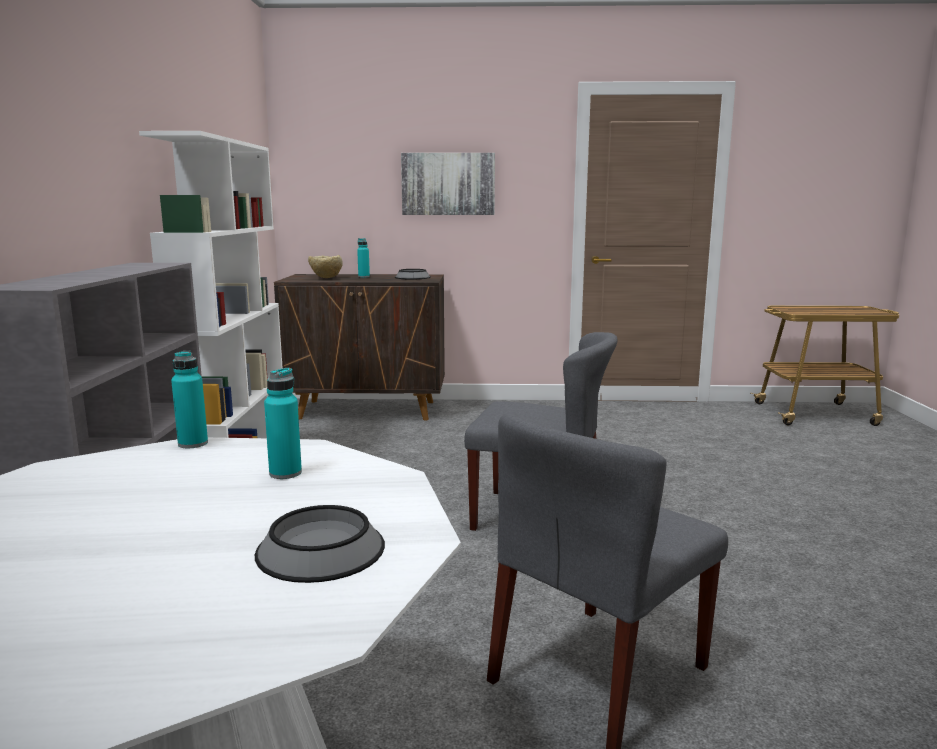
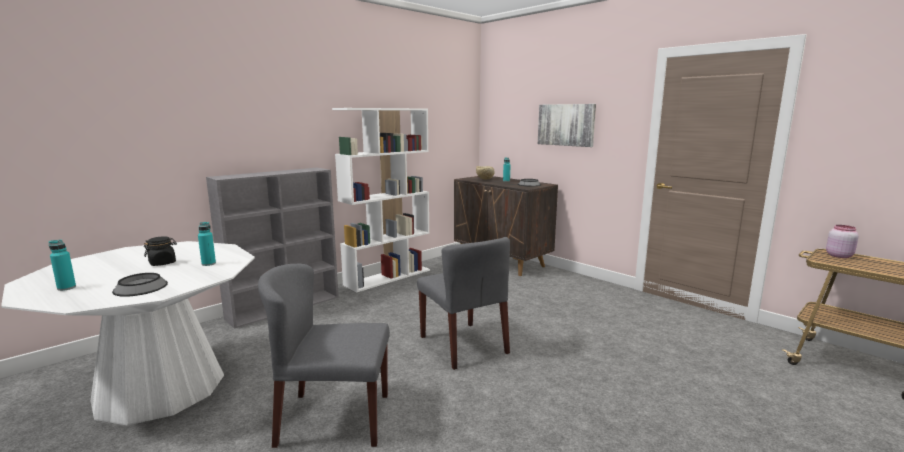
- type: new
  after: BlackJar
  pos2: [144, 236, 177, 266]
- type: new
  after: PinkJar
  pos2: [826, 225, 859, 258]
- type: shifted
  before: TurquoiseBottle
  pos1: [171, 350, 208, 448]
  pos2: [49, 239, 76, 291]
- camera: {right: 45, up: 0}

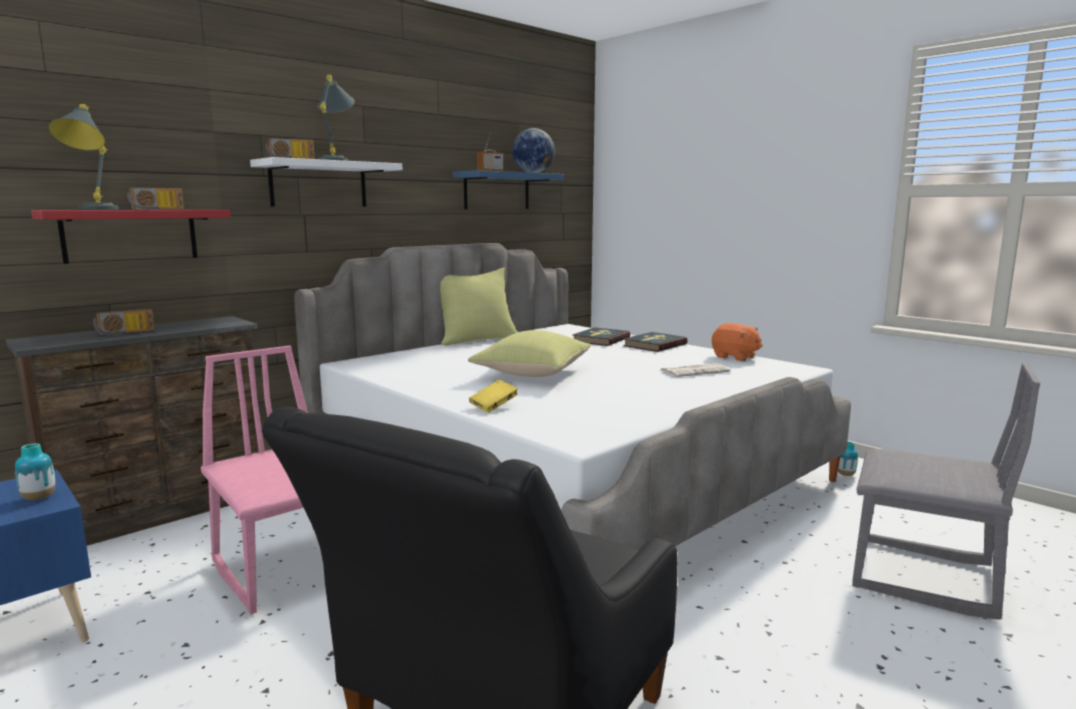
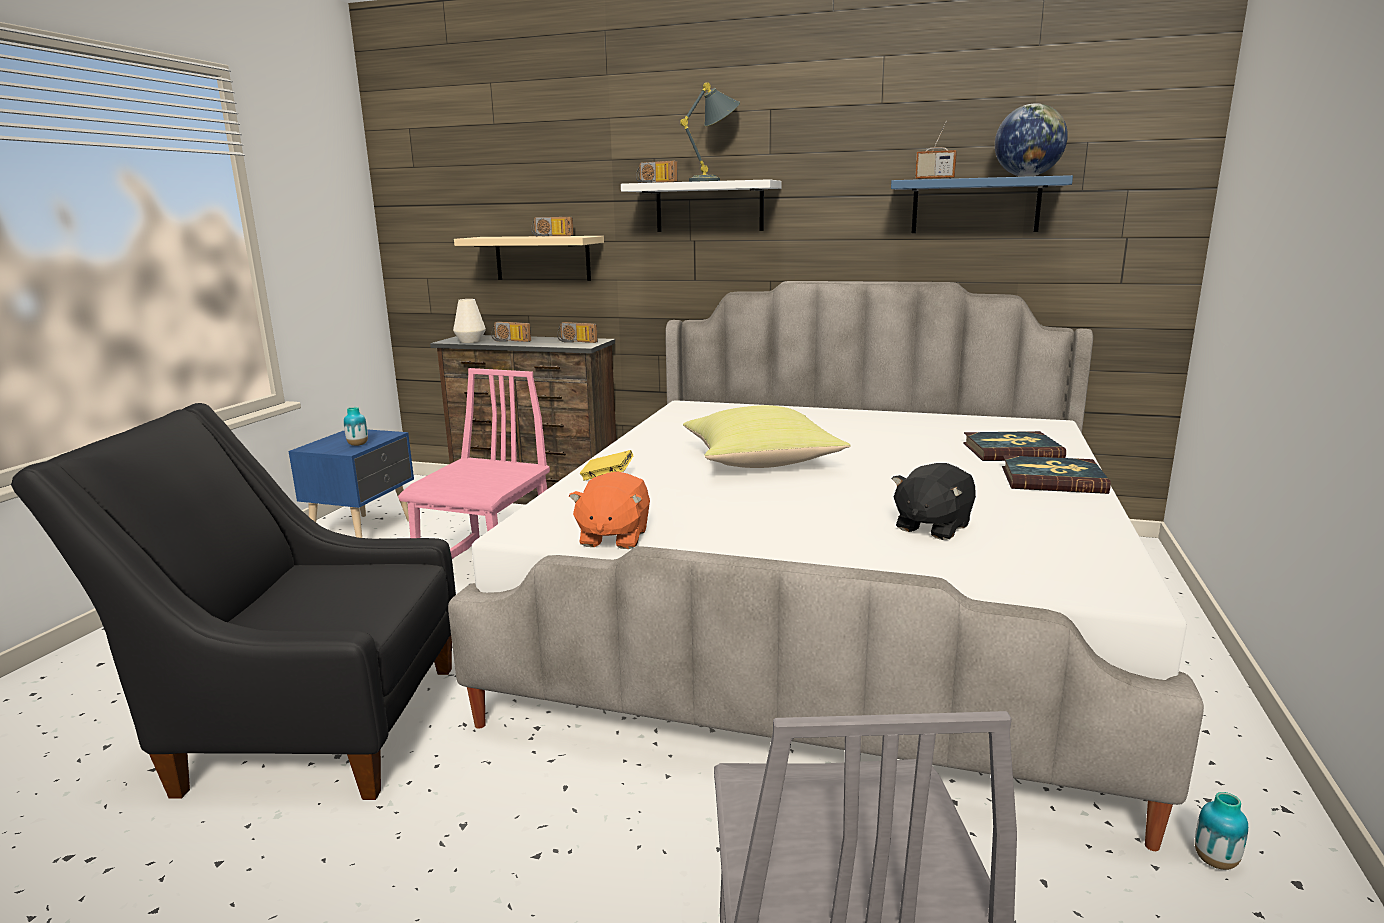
- type: gone
  before: GreyTableLamp
  pos1: [49, 104, 119, 210]
- type: gone
  before: YellowPillow
  pos1: [440, 267, 518, 345]
- type: new
  after: WhiteVase
  pos2: [453, 299, 486, 343]
- type: new
  after: Radio
  pos2: [557, 322, 598, 343]
- type: shifted
  before: OrangePlushToy
  pos1: [712, 323, 763, 361]
  pos2: [569, 471, 650, 549]
- type: swapped
  before: Newspaper
  after: BlackPlushToy
  pos1: [660, 363, 731, 377]
  pos2: [892, 463, 976, 540]
- type: repainted
  before: RedShelf
  after: BeigeShelf
  pos1: [31, 210, 231, 264]
  pos2: [454, 236, 604, 281]
- camera: {right: 60, up: 5}

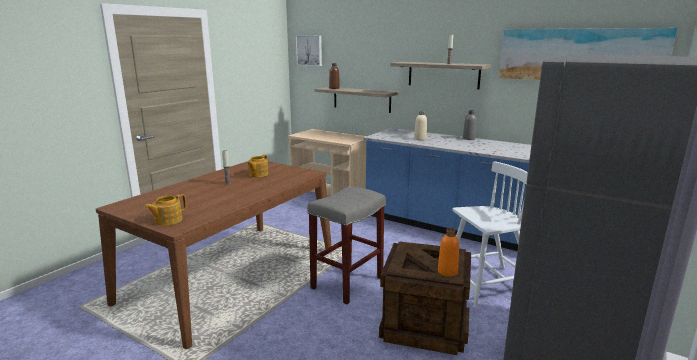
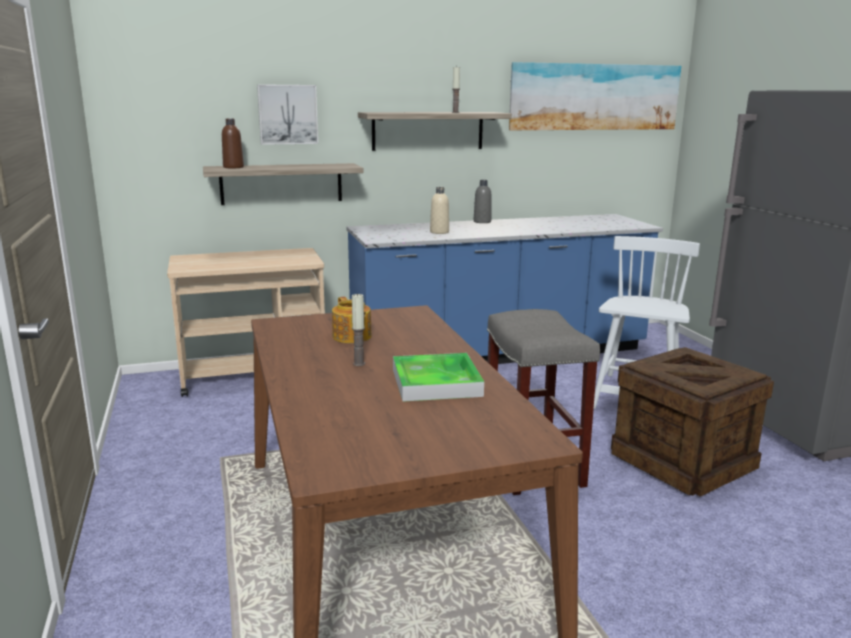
- type: gone
  before: Teapot
  pos1: [145, 194, 186, 226]
- type: gone
  before: OrangeBottle
  pos1: [438, 228, 459, 277]
- type: new
  after: Tray
  pos2: [393, 353, 484, 402]
- type: shifted
  before: Picture
  pos1: [296, 35, 322, 66]
  pos2: [257, 84, 318, 145]
- camera: {right: -50, up: 0}

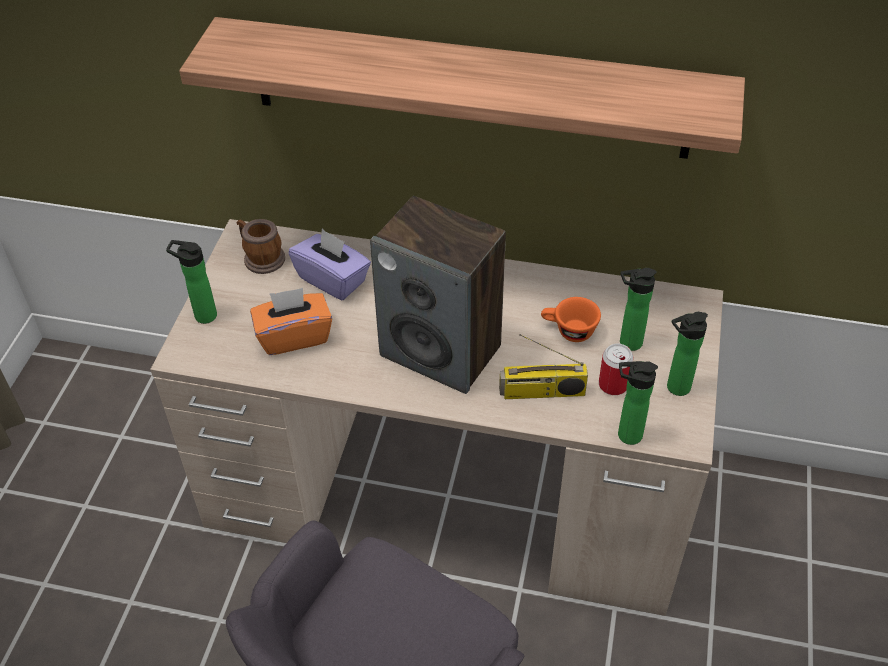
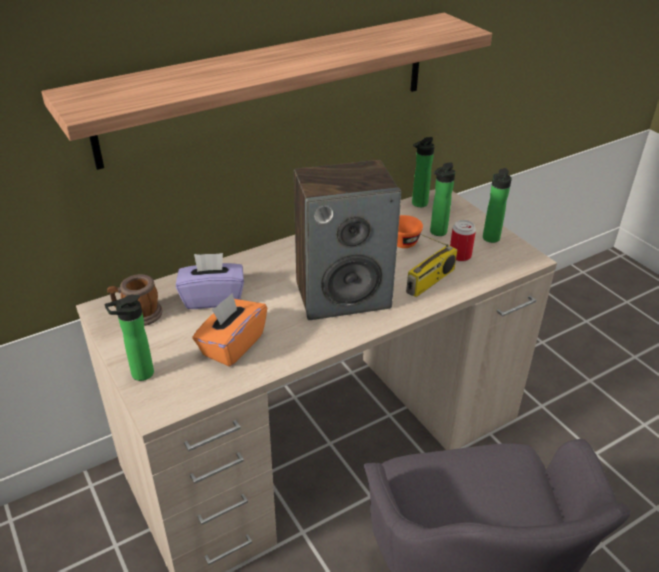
- type: shifted
  before: Bottle
  pos1: [618, 361, 658, 445]
  pos2: [412, 137, 435, 207]
- camera: {right: -45, up: -10}

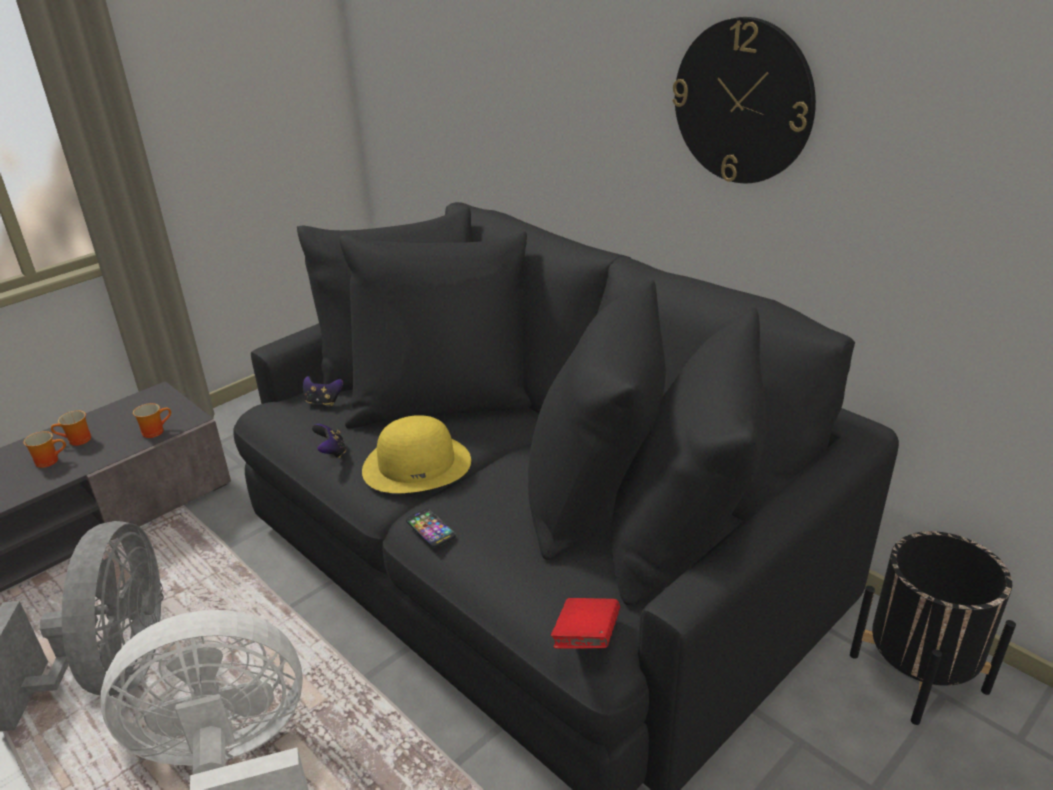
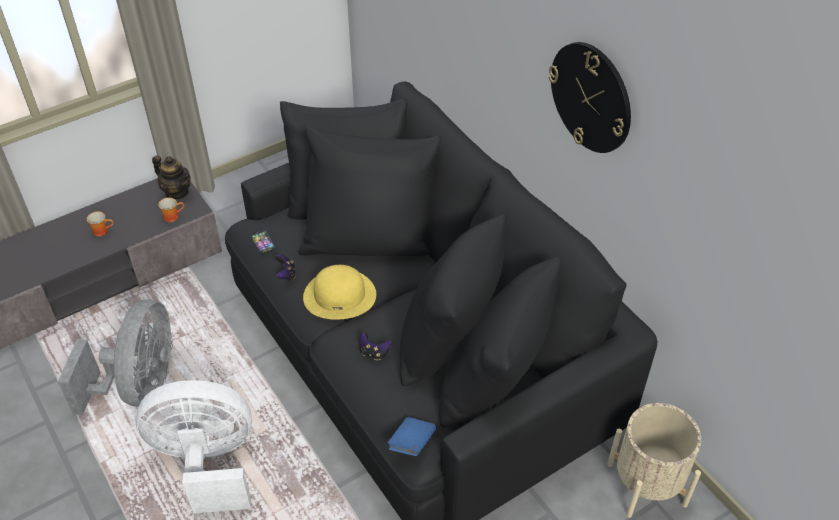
- type: gone
  before: Mug
  pos1: [51, 410, 91, 446]
- type: new
  after: Teapot
  pos2: [152, 155, 191, 199]
- type: shifted
  before: GameController
  pos1: [303, 376, 343, 406]
  pos2: [360, 332, 392, 360]
- type: shifted
  before: Phone
  pos1: [406, 509, 455, 548]
  pos2: [251, 229, 275, 255]
- type: repainted
  before: RedBook
  after: BlueBook
  pos1: [551, 598, 620, 649]
  pos2: [388, 417, 436, 456]
- type: repainted
  before: BlackPlanter
  after: BeigePlanter
  pos1: [850, 531, 1016, 725]
  pos2: [607, 403, 701, 518]
- camera: {right: 10, up: 15}

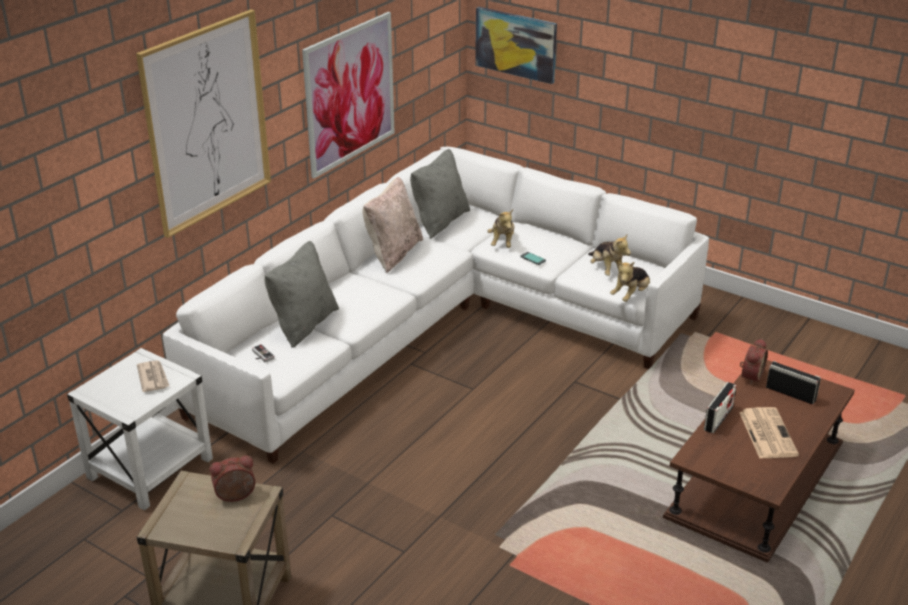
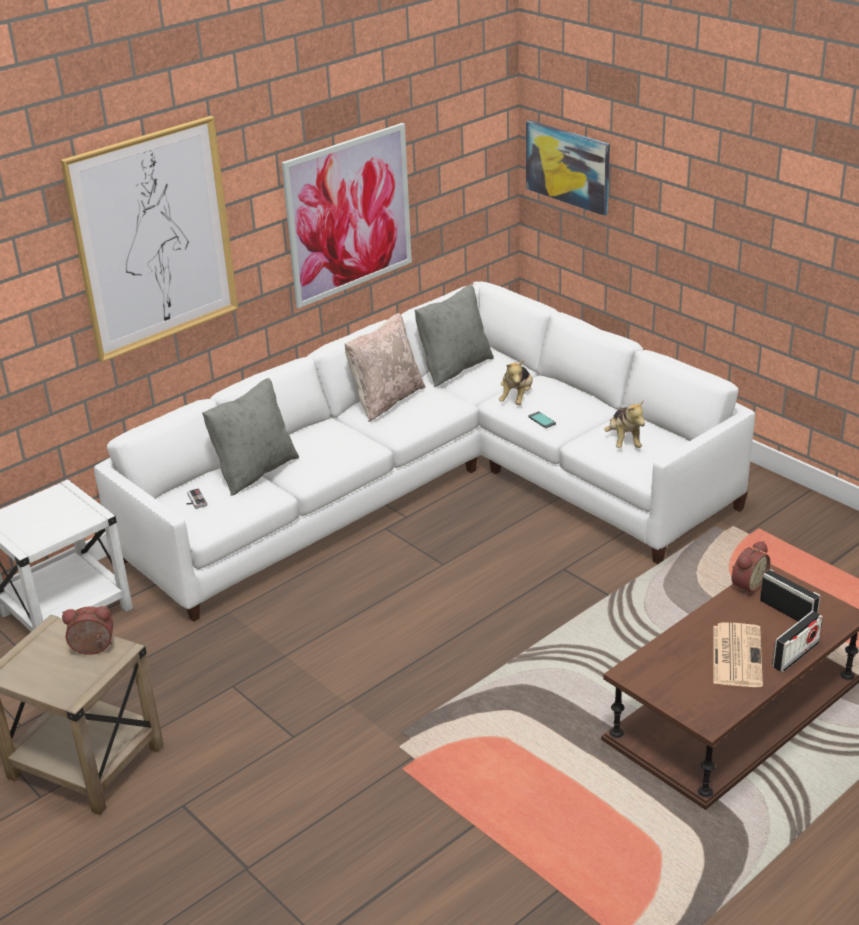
- type: gone
  before: Newspaper
  pos1: [137, 360, 169, 392]
- type: gone
  before: PlushToy
  pos1: [610, 262, 650, 302]
- type: shifted
  before: Radio
  pos1: [704, 382, 737, 434]
  pos2: [772, 611, 823, 672]
- camera: {right: 15, up: 0}

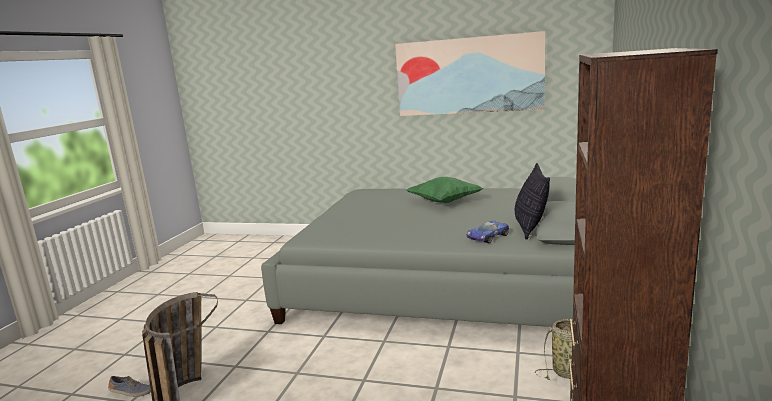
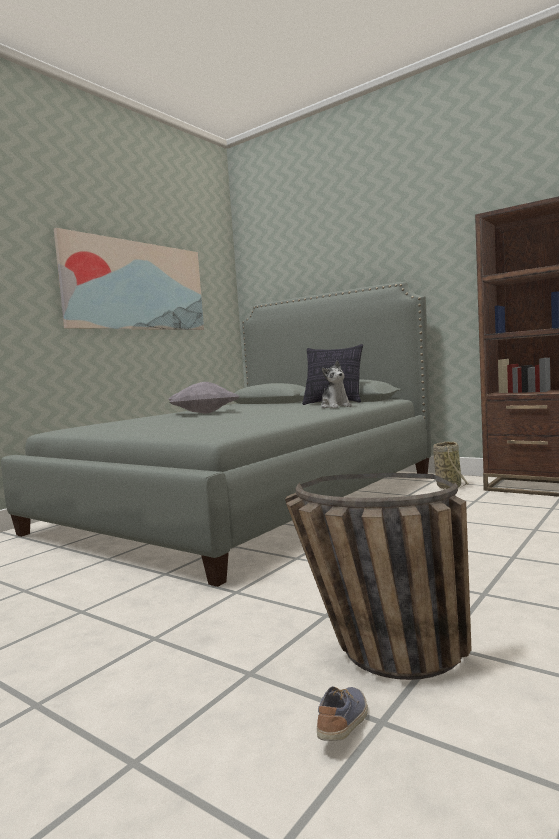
- type: swapped
  before: ToyCar
  after: PlushToy
  pos1: [467, 221, 509, 243]
  pos2: [321, 361, 352, 408]
- type: repainted
  before: GreenPillow
  after: GreyPillow
  pos1: [407, 177, 483, 203]
  pos2: [169, 382, 240, 414]
- camera: {right: -70, up: -10}

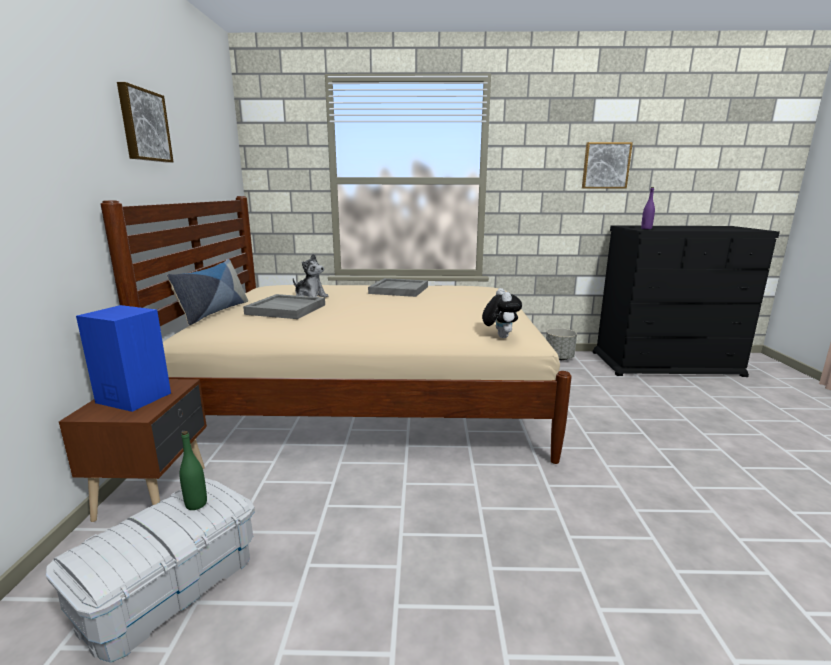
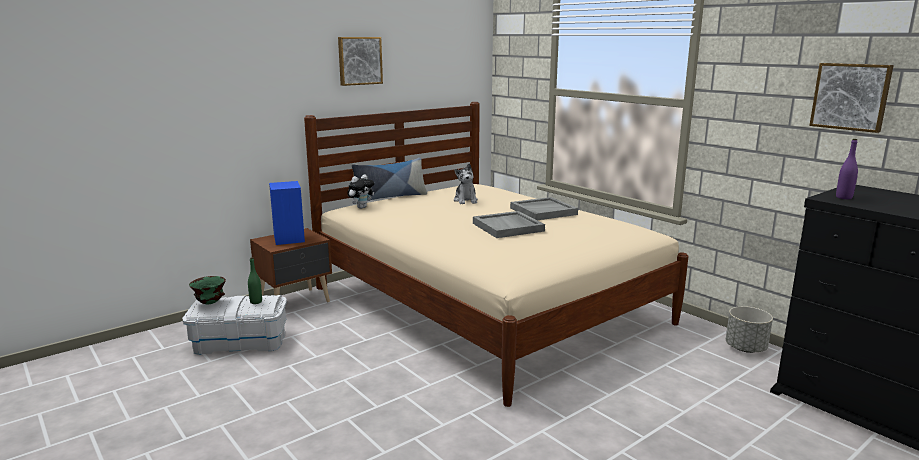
- type: new
  after: GreenBowl
  pos2: [189, 276, 226, 304]
- type: shifted
  before: GreyTray
  pos1: [243, 294, 325, 319]
  pos2: [473, 211, 545, 238]
- type: shifted
  before: PlushToy
  pos1: [482, 288, 522, 338]
  pos2: [347, 174, 374, 209]
- camera: {right: 50, up: 0}

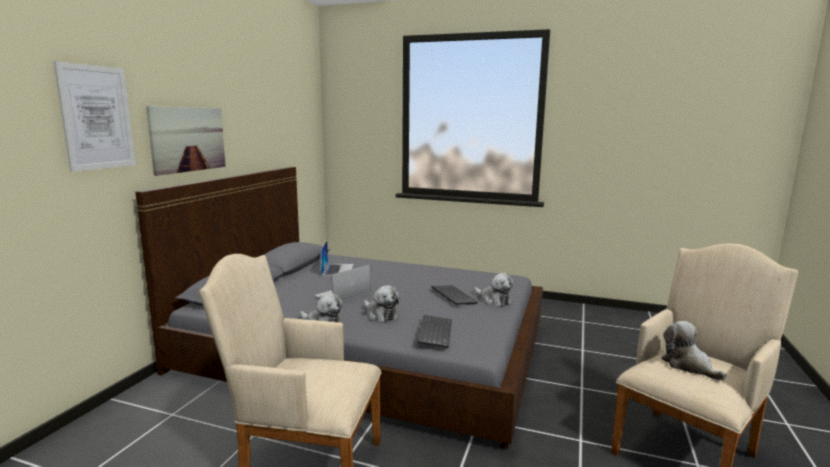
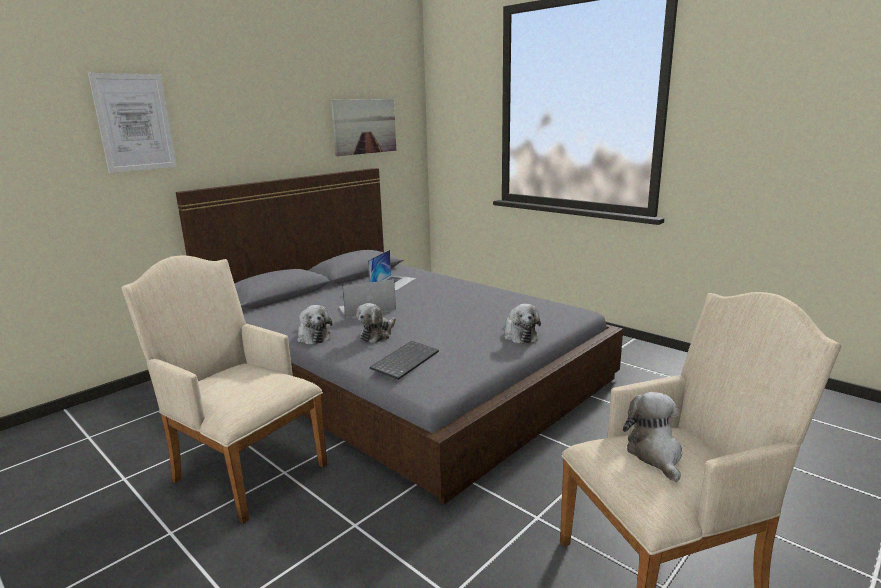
- type: gone
  before: Keyboard
  pos1: [431, 285, 478, 305]
- type: shifted
  before: Picture
  pos1: [146, 106, 226, 176]
  pos2: [331, 99, 396, 156]
- type: rotated
  before: PlushToy
  pos1: [364, 285, 399, 322]
  pos2: [356, 303, 396, 343]
  turn: 45
- camera: {right: 25, up: 5}

